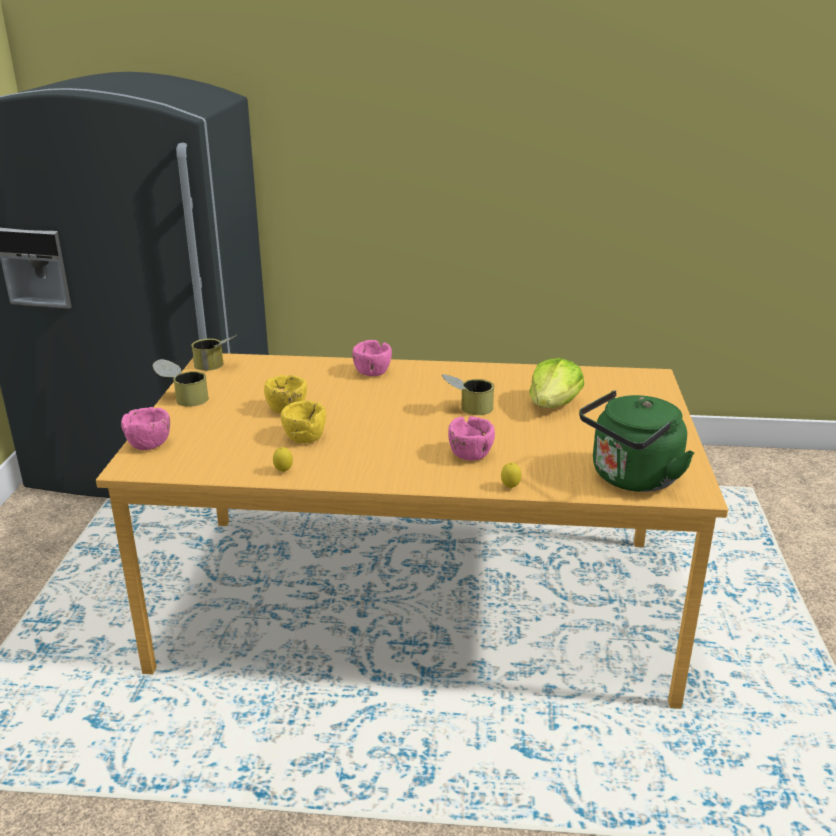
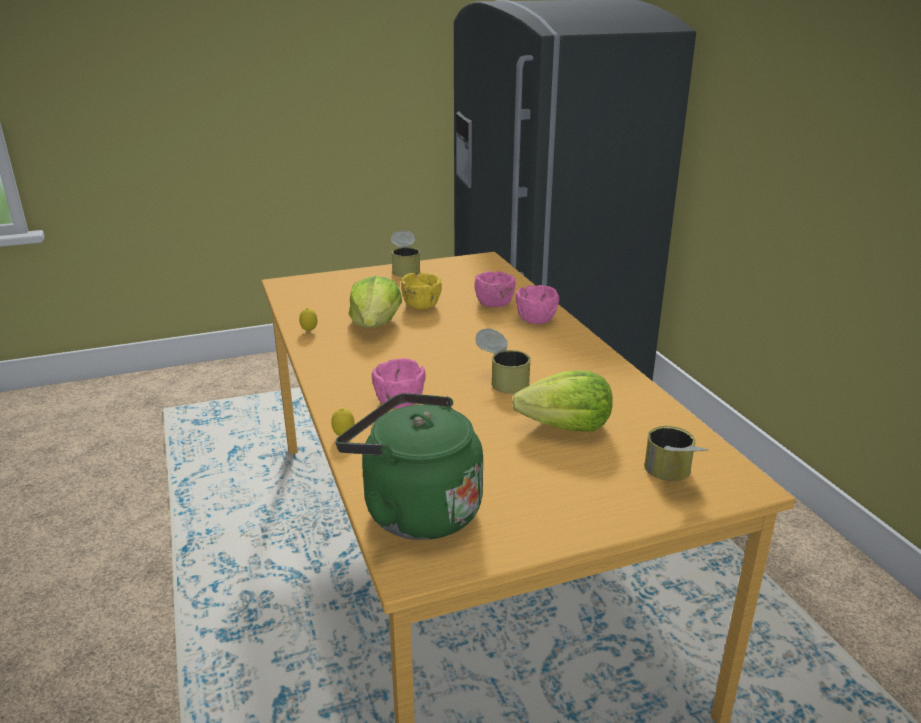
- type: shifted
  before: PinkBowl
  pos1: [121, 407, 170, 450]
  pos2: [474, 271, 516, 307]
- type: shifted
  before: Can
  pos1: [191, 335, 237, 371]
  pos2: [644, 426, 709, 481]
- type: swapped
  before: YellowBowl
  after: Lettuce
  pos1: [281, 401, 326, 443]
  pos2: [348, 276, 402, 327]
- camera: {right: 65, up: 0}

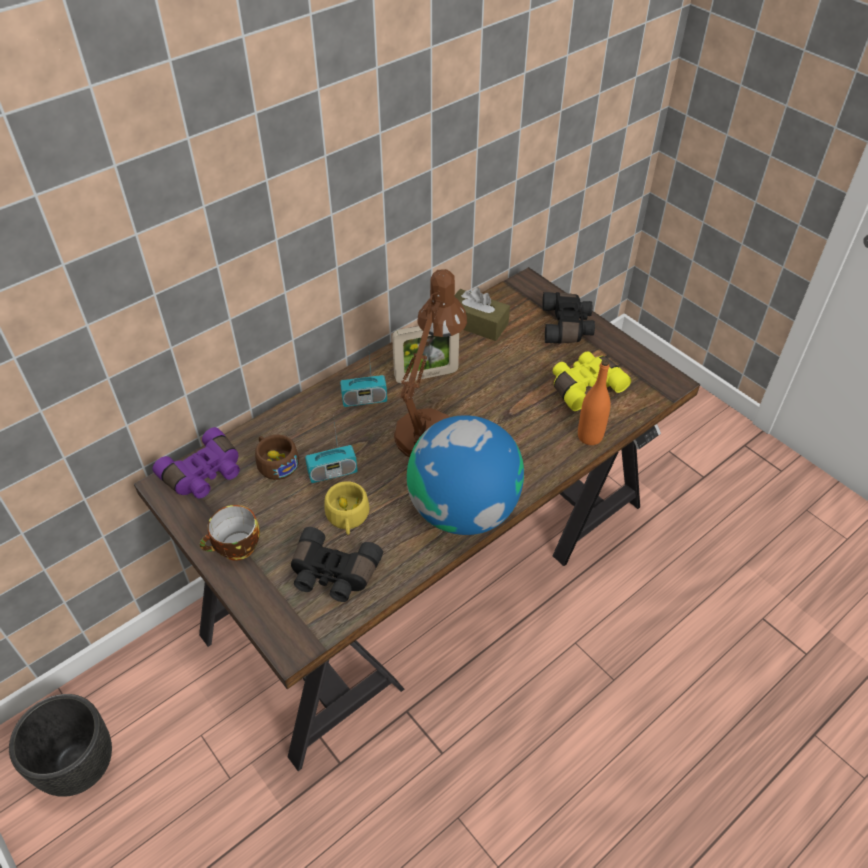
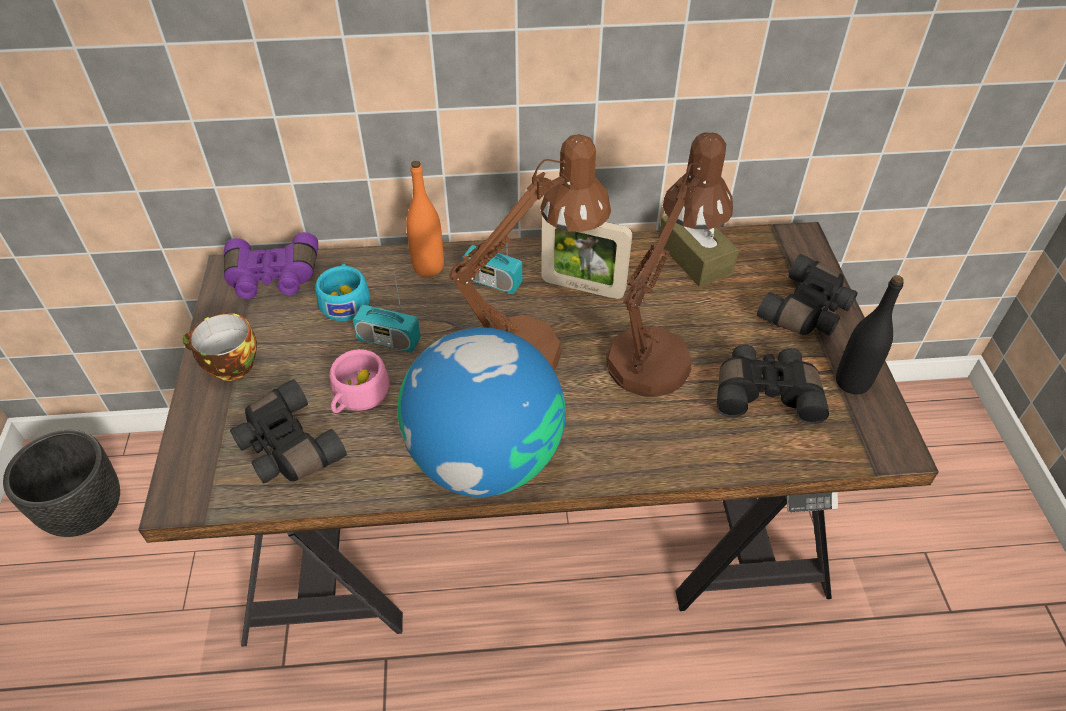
- type: new
  after: BrownTableLamp
  pos2: [606, 132, 733, 397]
- type: new
  after: BlackBottle
  pos2: [836, 275, 904, 394]
- type: shifted
  before: OrangeBottle
  pos1: [578, 360, 611, 445]
  pos2: [406, 161, 444, 277]
- type: repainted
  before: BrownCup
  after: TurquoiseCup
  pos1: [255, 435, 299, 480]
  pos2: [315, 264, 370, 321]
- type: repainted
  before: YellowCup
  after: PinkCup
  pos1: [324, 481, 370, 535]
  pos2: [330, 349, 390, 413]
- type: repainted
  before: YellowBinoculars
  after: BlackBinoculars
  pos1: [553, 351, 631, 411]
  pos2: [717, 345, 829, 424]
- camera: {right: 35, up: 0}

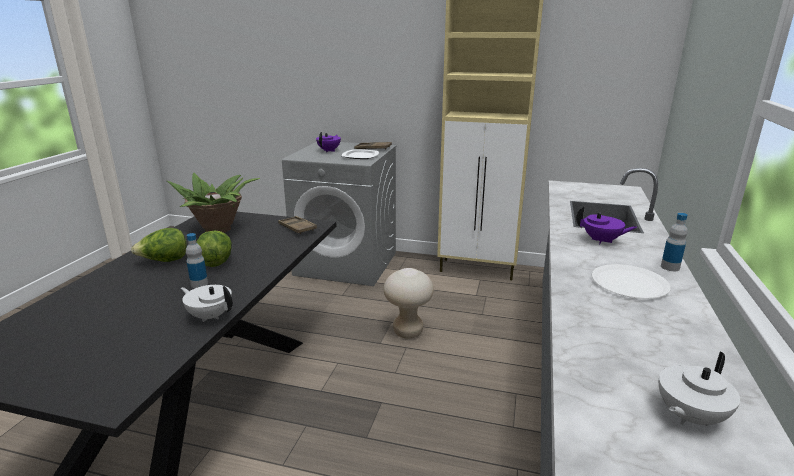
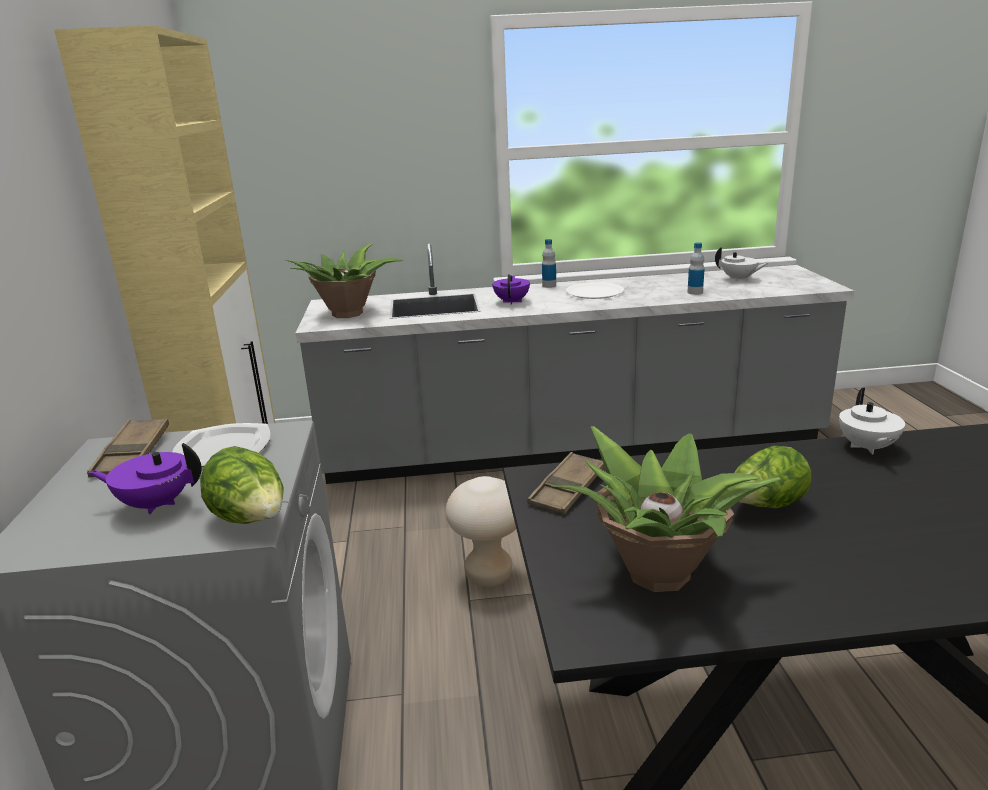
- type: new
  after: PottedPlant
  pos2: [286, 243, 403, 318]
- type: shifted
  before: Lettuce
  pos1: [131, 228, 187, 262]
  pos2: [200, 446, 283, 524]
- type: shifted
  before: Bottle
  pos1: [186, 233, 208, 288]
  pos2: [687, 242, 705, 295]
- camera: {right: -110, up: 0}

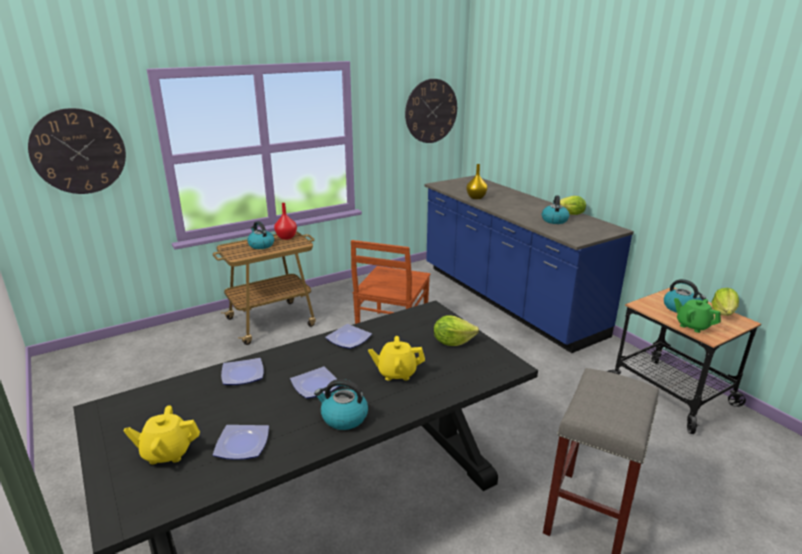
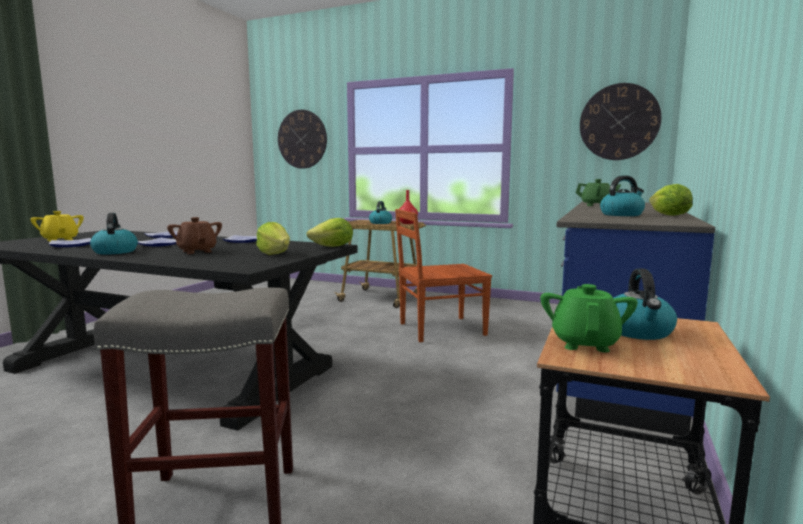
- type: shifted
  before: Lettuce
  pos1: [711, 288, 739, 316]
  pos2: [307, 218, 353, 247]
- type: swapped
  before: YellowVase
  after: GreenTeapot
  pos1: [466, 164, 488, 199]
  pos2: [576, 179, 621, 206]
- type: repainted
  before: YellowTeapot
  after: BrownTeapot
  pos1: [368, 336, 425, 381]
  pos2: [167, 217, 222, 254]
- camera: {right: 55, up: -15}

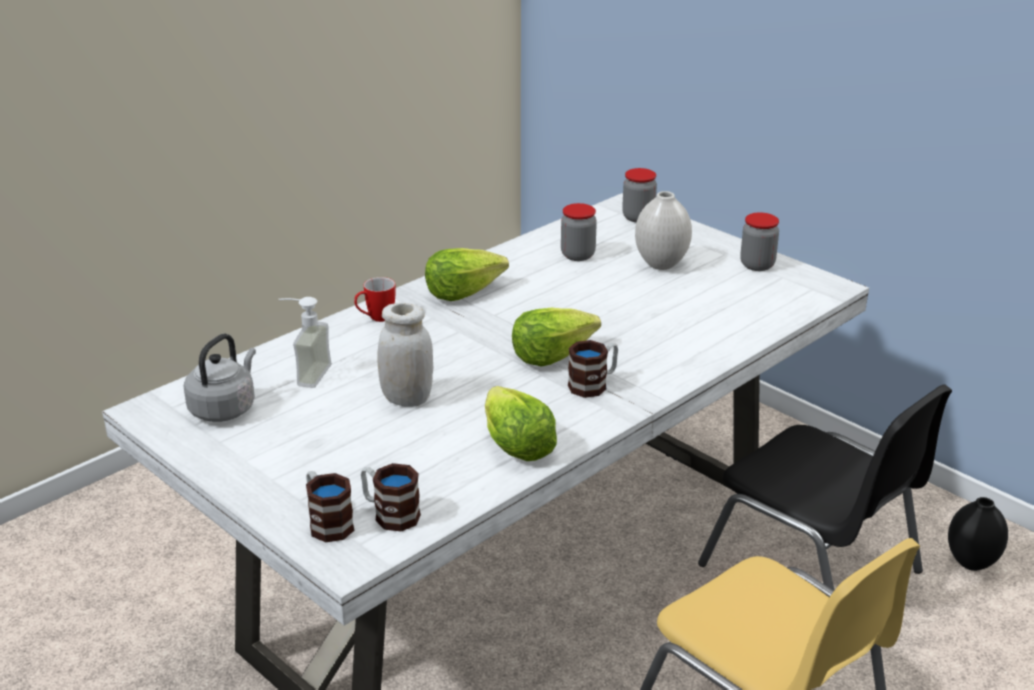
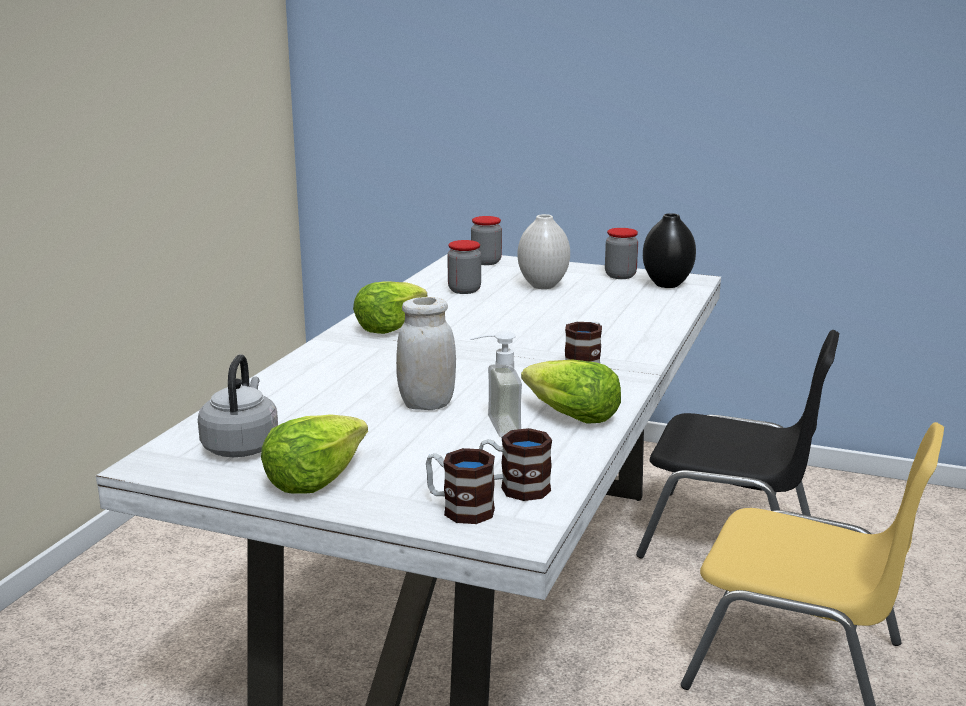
- type: gone
  before: Mug
  pos1: [354, 277, 396, 322]
- type: shifted
  before: SoapDispenser
  pos1: [278, 297, 332, 388]
  pos2: [470, 330, 522, 437]
- type: shifted
  before: Lettuce
  pos1: [512, 308, 601, 367]
  pos2: [261, 414, 368, 494]
- type: shifted
  before: BlackVase
  pos1: [948, 497, 1008, 571]
  pos2: [643, 213, 696, 288]
- camera: {right: -25, up: -10}

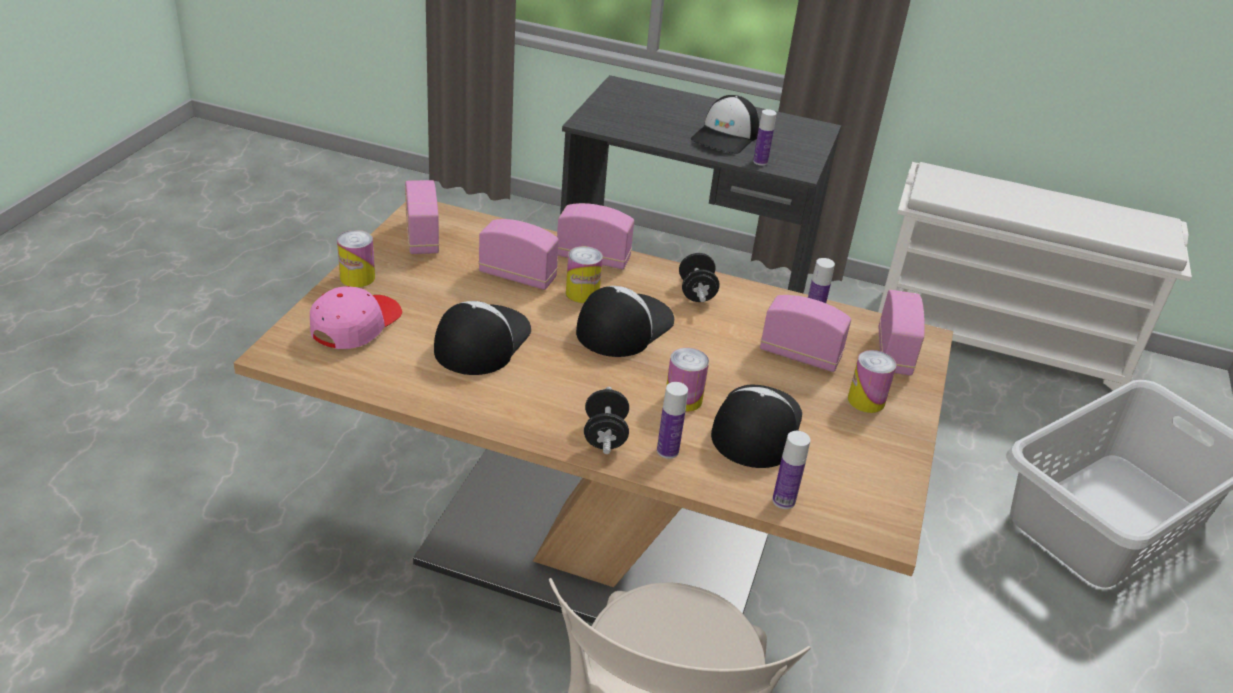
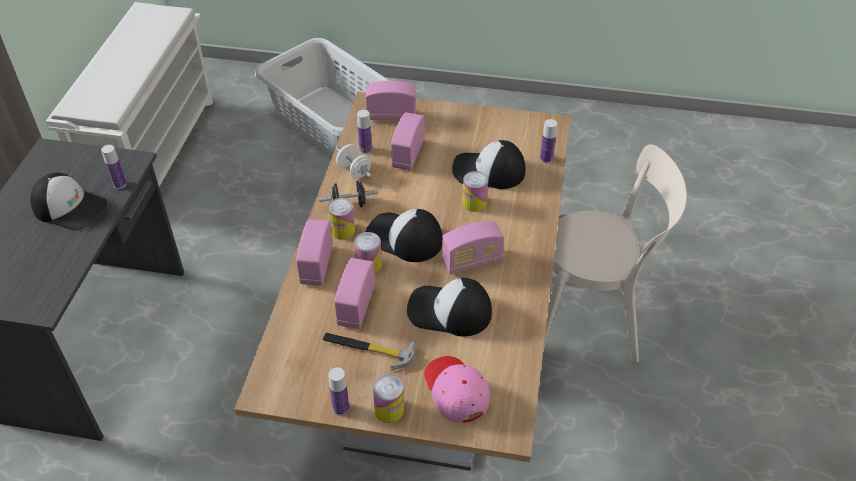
- type: gone
  before: BlackDumbbell
  pos1: [584, 387, 629, 454]
- type: new
  after: Hammer
  pos2: [323, 333, 418, 370]
- type: new
  after: WhiteDumbbell
  pos2: [335, 144, 372, 179]
- type: shifted
  before: Radio
  pos1: [405, 180, 439, 254]
  pos2: [442, 221, 504, 274]
- type: shifted
  before: Bottle
  pos1: [657, 382, 688, 459]
  pos2: [328, 367, 349, 416]
- type: shifted
  before: Can
  pos1: [848, 350, 896, 413]
  pos2: [328, 198, 355, 240]
- type: rotated
  before: PinkCap
  pos1: [310, 286, 402, 349]
  pos2: [424, 356, 490, 423]
  turn: 45
- camera: {right: -95, up: 10}

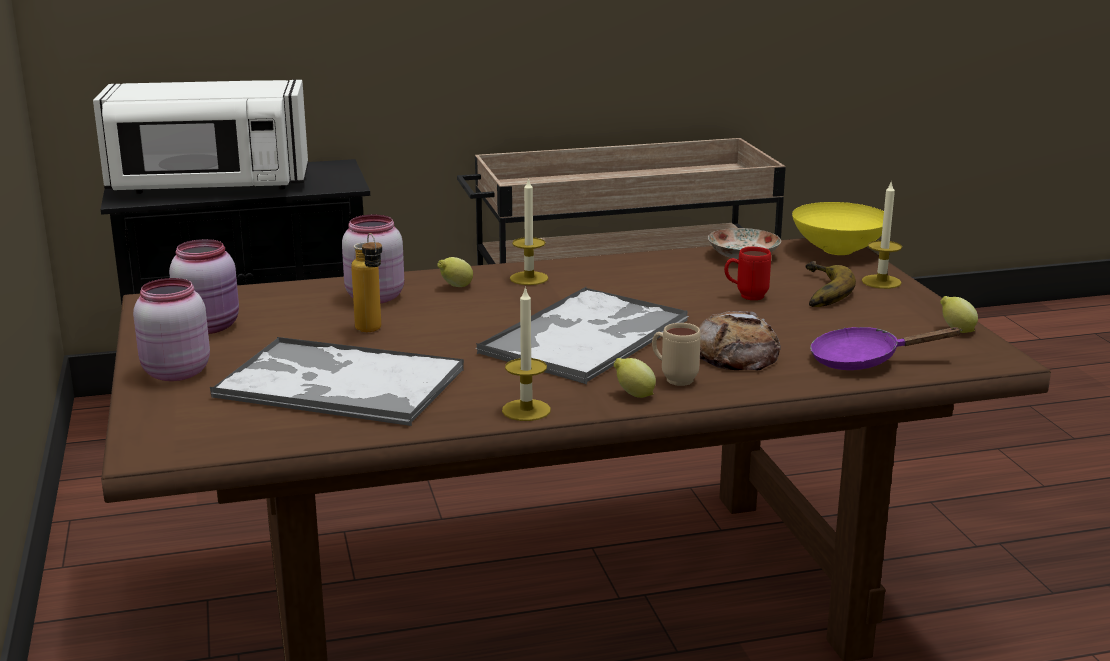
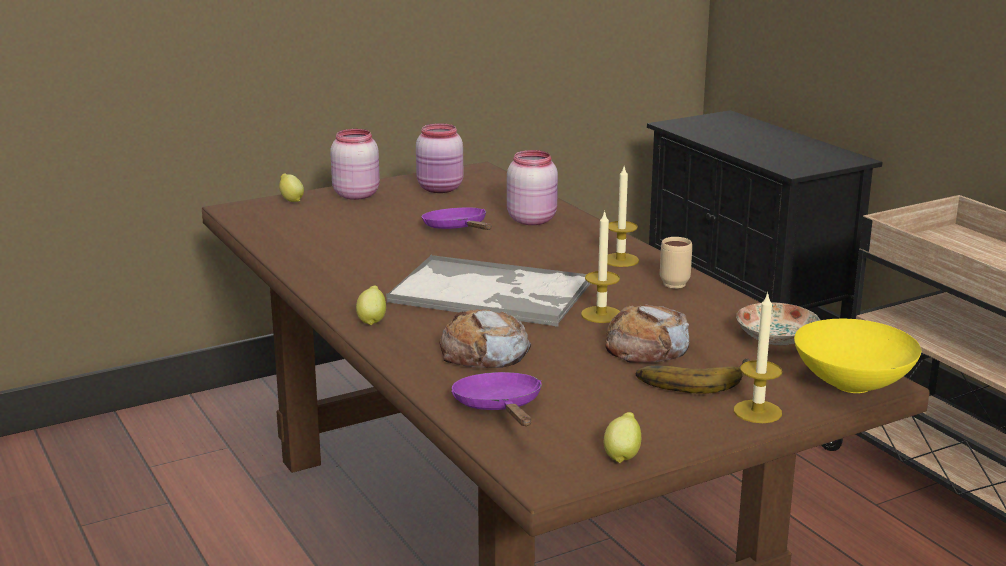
- type: gone
  before: WhiteMicrowave
  pos1: [93, 80, 308, 194]
- type: gone
  before: Tray
  pos1: [210, 337, 464, 426]
- type: shifted
  before: Lemon
  pos1: [437, 257, 473, 287]
  pos2: [279, 173, 304, 202]
- type: shifted
  before: Candle
  pos1: [502, 286, 551, 421]
  pos2: [581, 210, 620, 323]
- type: shifted
  before: BeigeMug
  pos1: [652, 323, 701, 386]
  pos2: [660, 237, 692, 289]
- type: swapped
  before: Bottle
  after: PurpleFryingPan
  pos1: [351, 233, 382, 332]
  pos2: [421, 207, 492, 230]
- type: swapped
  before: RedMug
  after: Bread
  pos1: [724, 247, 771, 300]
  pos2: [605, 305, 689, 363]
- camera: {right: 75, up: 0}

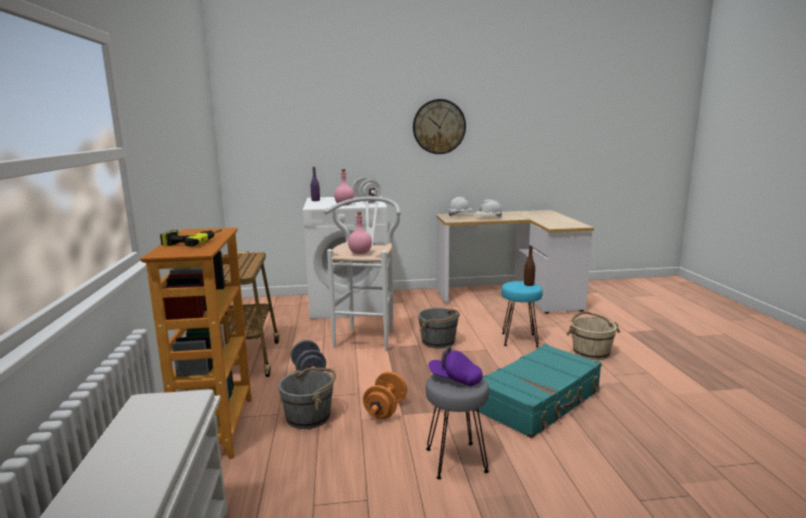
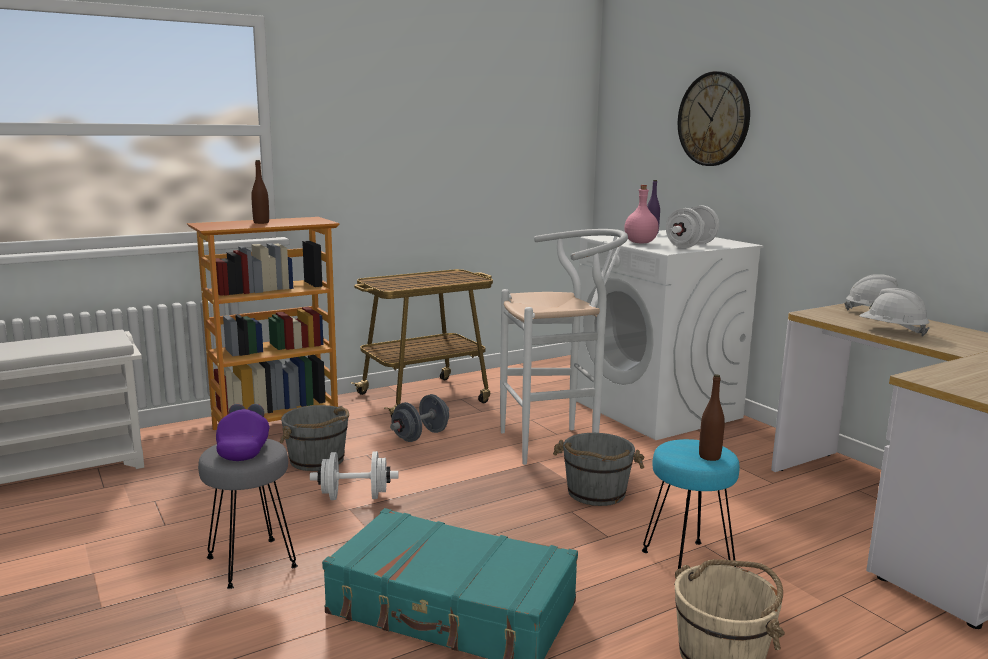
- type: gone
  before: PinkBottle
  pos1: [348, 212, 372, 254]
- type: shifted
  before: WallClock
  pos1: [413, 99, 466, 154]
  pos2: [678, 71, 750, 166]
- type: swapped
  before: PowerDrill
  after: BrownBottle
  pos1: [160, 229, 222, 246]
  pos2: [251, 160, 269, 224]
- type: repainted
  before: OrangeDumbbell
  after: WhiteDumbbell
  pos1: [363, 372, 407, 419]
  pos2: [310, 451, 398, 500]
- camera: {right: 65, up: 0}

